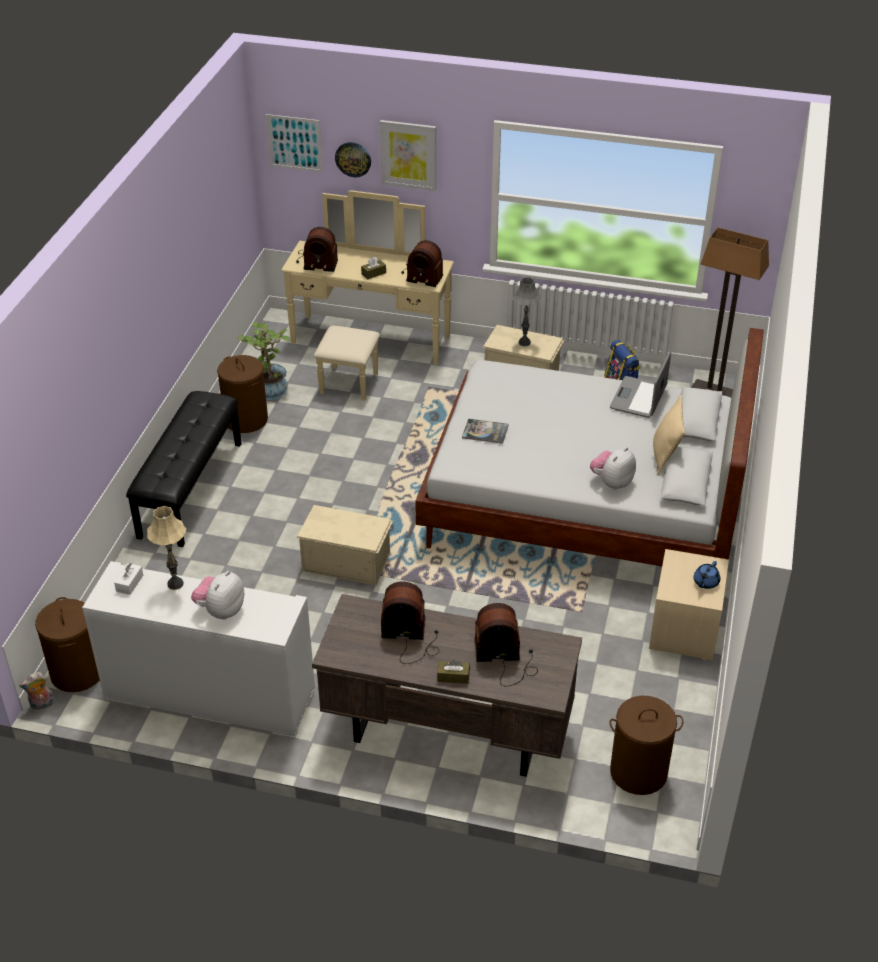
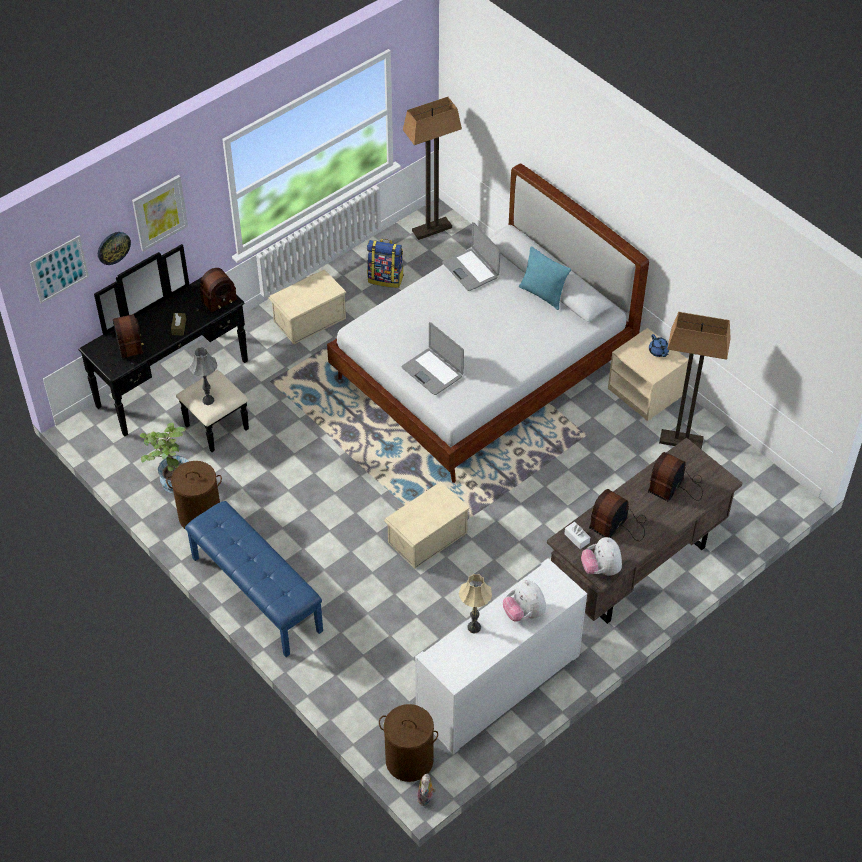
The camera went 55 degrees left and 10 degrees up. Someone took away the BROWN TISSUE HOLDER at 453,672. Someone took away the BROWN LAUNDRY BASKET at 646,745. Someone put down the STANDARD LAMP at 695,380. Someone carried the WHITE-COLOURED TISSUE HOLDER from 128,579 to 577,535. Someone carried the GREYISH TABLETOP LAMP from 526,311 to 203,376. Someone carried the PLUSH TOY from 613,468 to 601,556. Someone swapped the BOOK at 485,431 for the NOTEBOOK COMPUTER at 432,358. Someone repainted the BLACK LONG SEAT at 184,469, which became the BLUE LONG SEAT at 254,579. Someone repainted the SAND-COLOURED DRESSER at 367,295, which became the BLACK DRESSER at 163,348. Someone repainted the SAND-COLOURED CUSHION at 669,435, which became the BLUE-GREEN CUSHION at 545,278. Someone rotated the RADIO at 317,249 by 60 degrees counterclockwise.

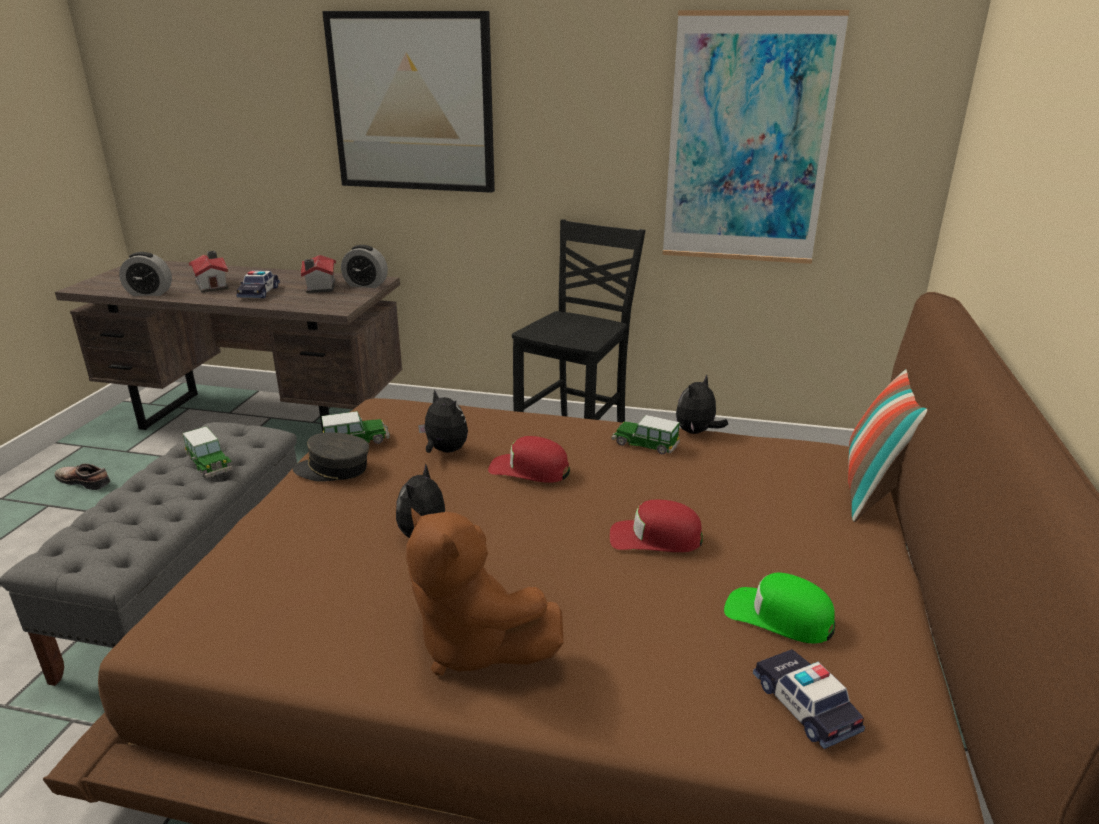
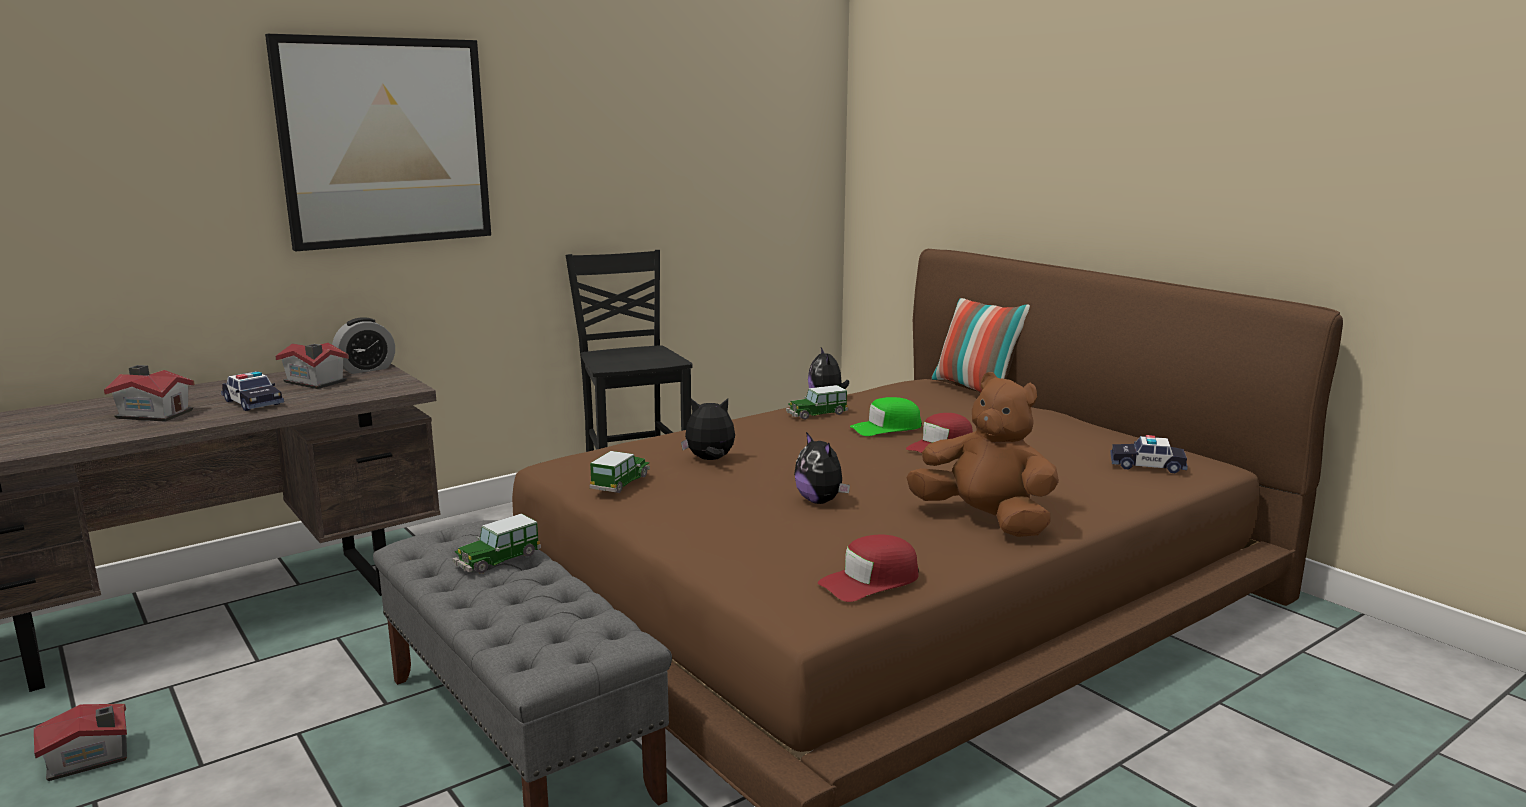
The camera went 50 degrees left and 10 degrees down. Someone took away the TABLE CLOCK at 145,274. Someone took away the GREYISH BASEBALL CAP at 331,457. Someone took away the PICTURE at 756,137. Someone carried the RED-COLOURED BASEBALL CAP from 529,459 to 868,568. Someone carried the GREEN BASEBALL CAP from 779,608 to 886,416. Someone swapped the LOW SHOE at 82,477 for the MINIATURE HOUSE at 80,742. Someone rotated the MODEL CAR at 207,452 by 135 degrees clockwise. Someone rotated the BROWN PLUSH TOY at 485,591 by 135 degrees counterclockwise.

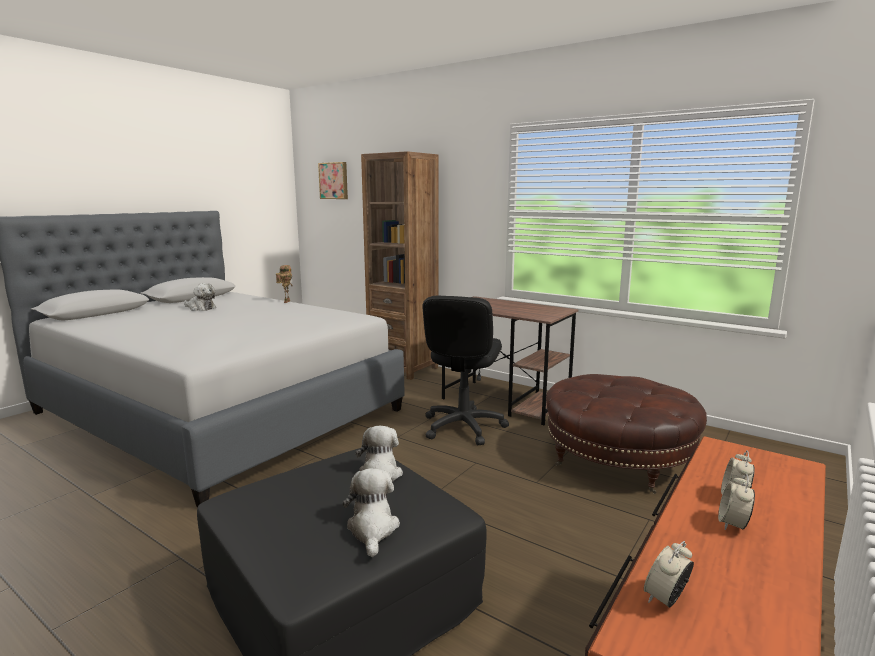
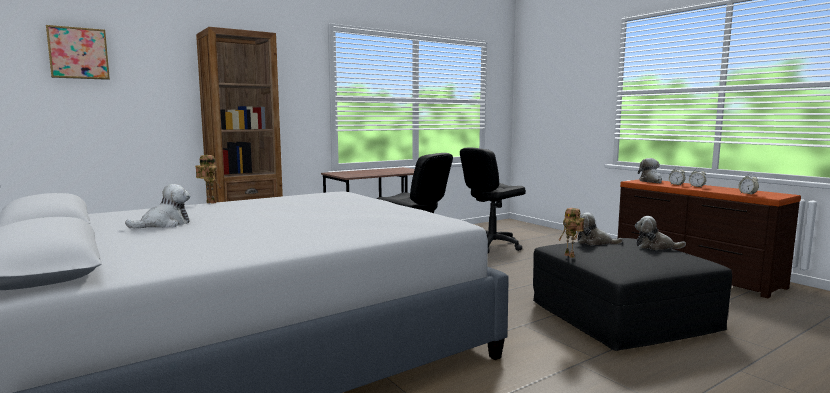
The camera went 70 degrees left and 5 degrees down. Someone put down the ROBOT FIGURE at 571,233. Someone put down the PLUSH TOY at 650,170. Someone swapped the BROWN FOOTREST at 626,434 for the BLACK COMPUTER CHAIR at 493,200.

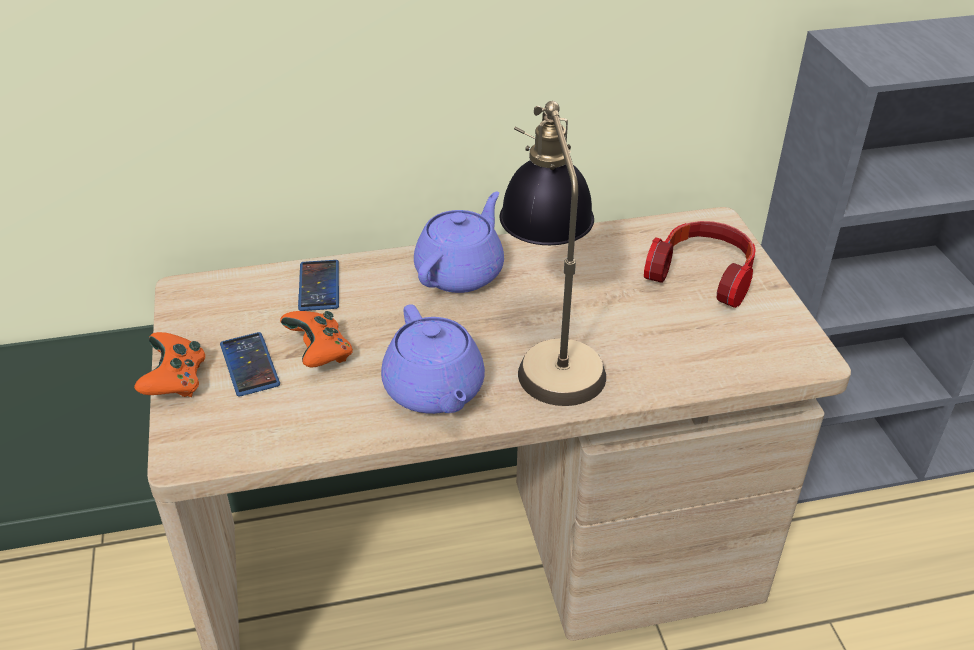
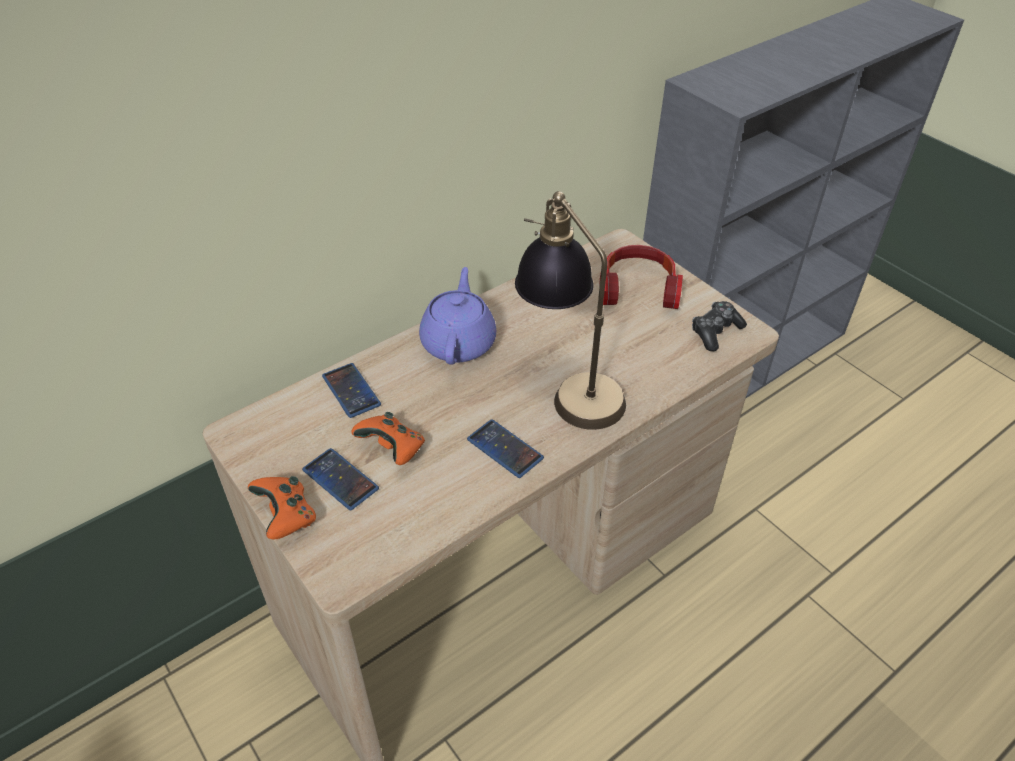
The camera went 25 degrees left and 5 degrees up. Someone put down the GAMEPAD at 719,326. Someone swapped the PURPLE POT FOR TEA at 433,359 for the PHONE at 505,448.

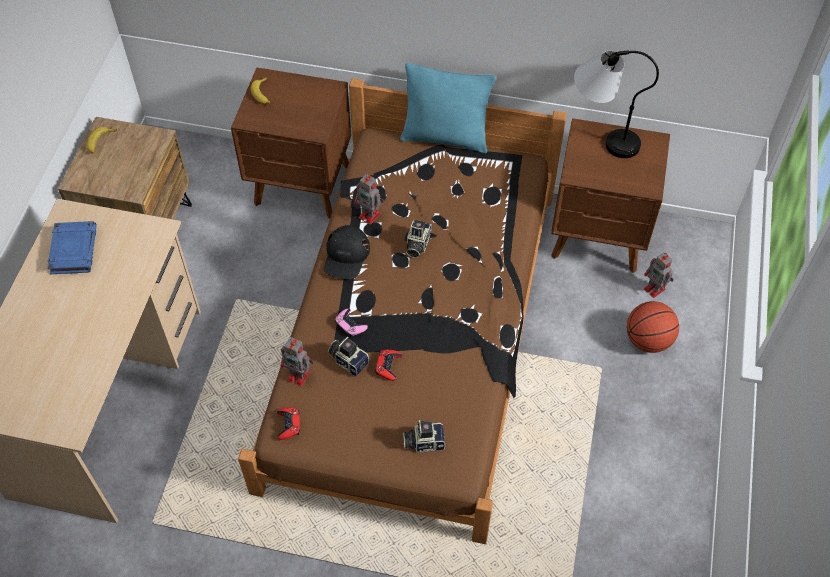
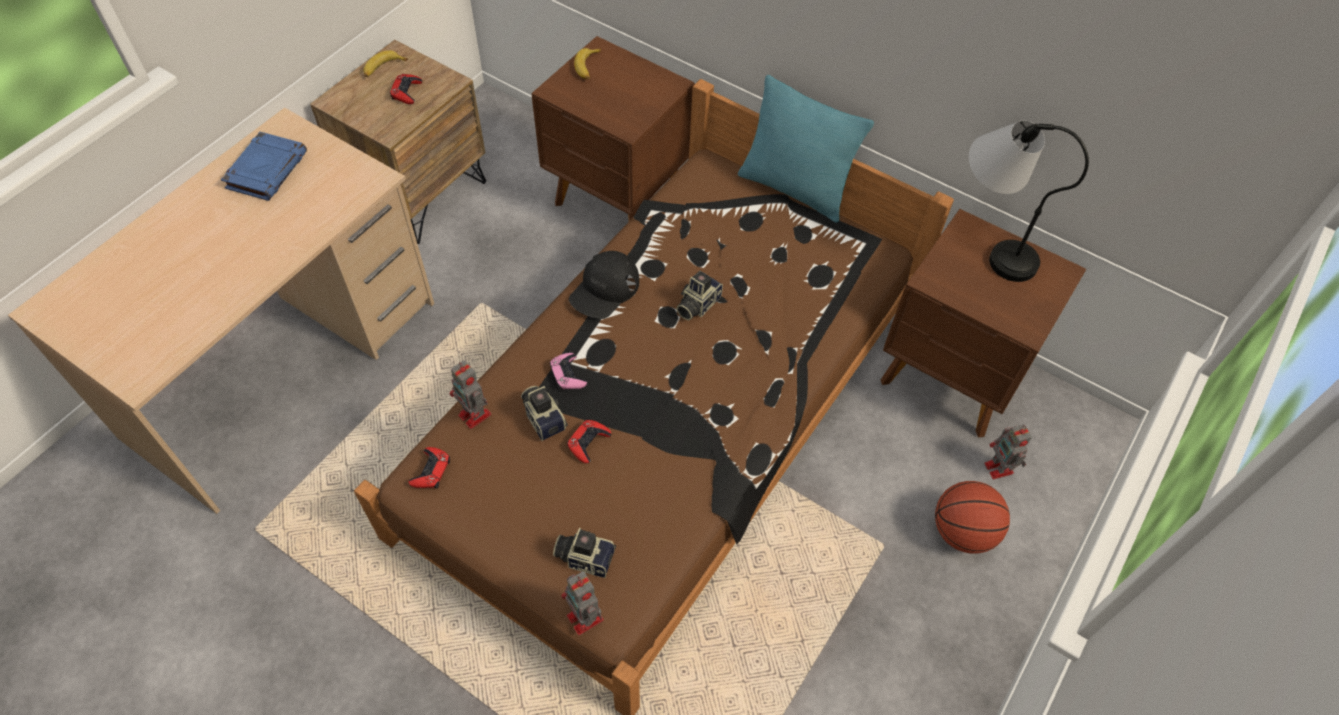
The camera went 20 degrees right and 0 degrees up. Someone put down the RED-COLOURED GAMEPAD at 406,89. Someone carried the ROBOT FIGURE from 369,199 to 582,603.

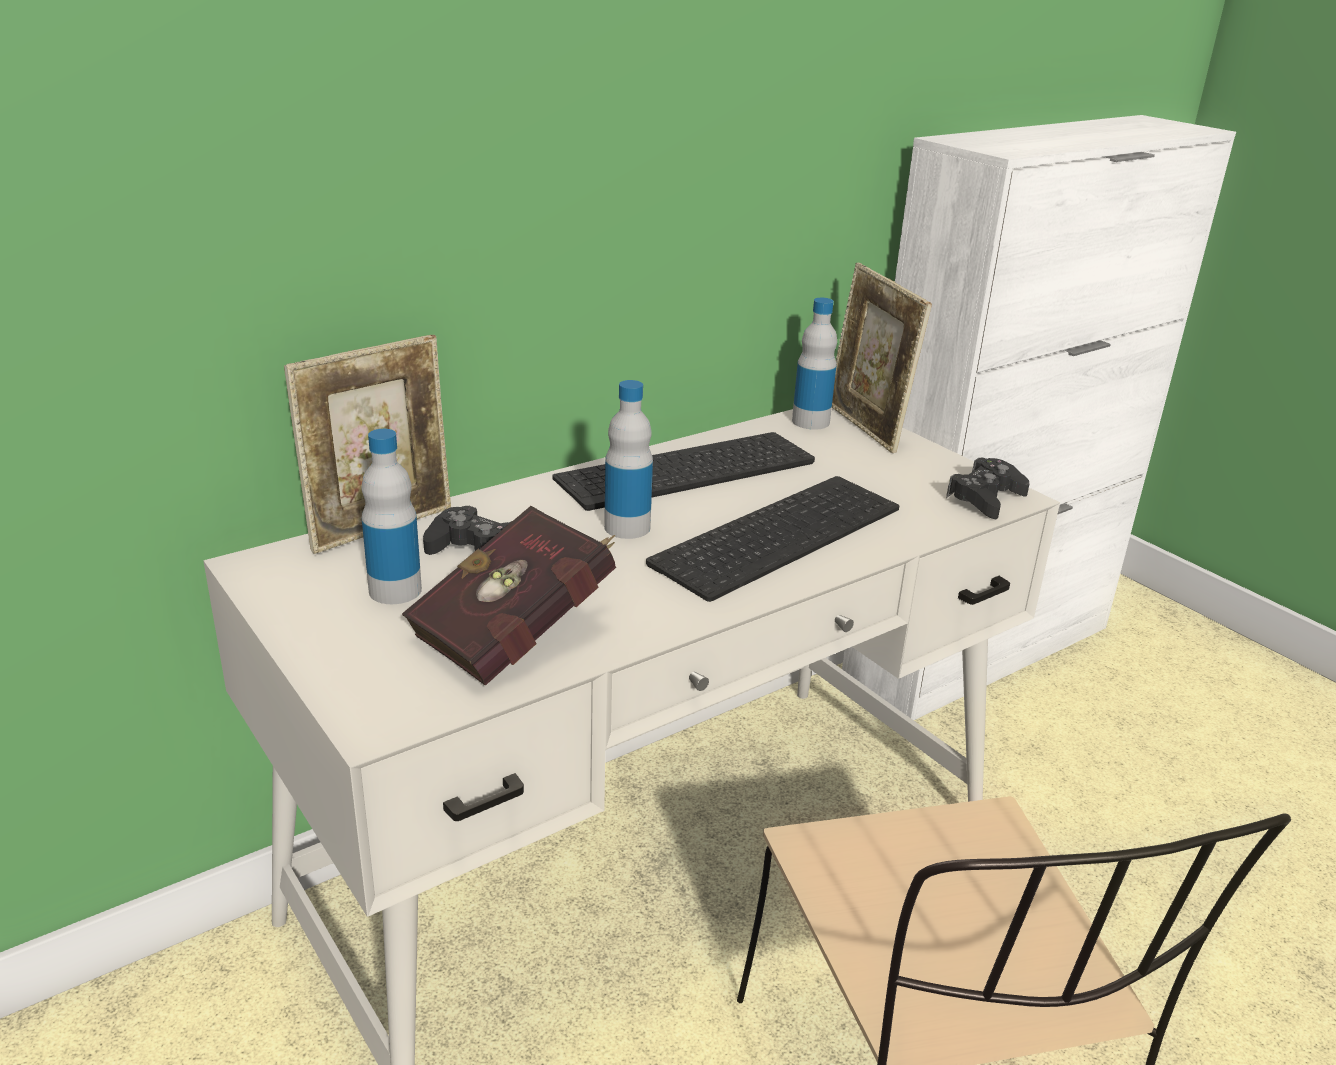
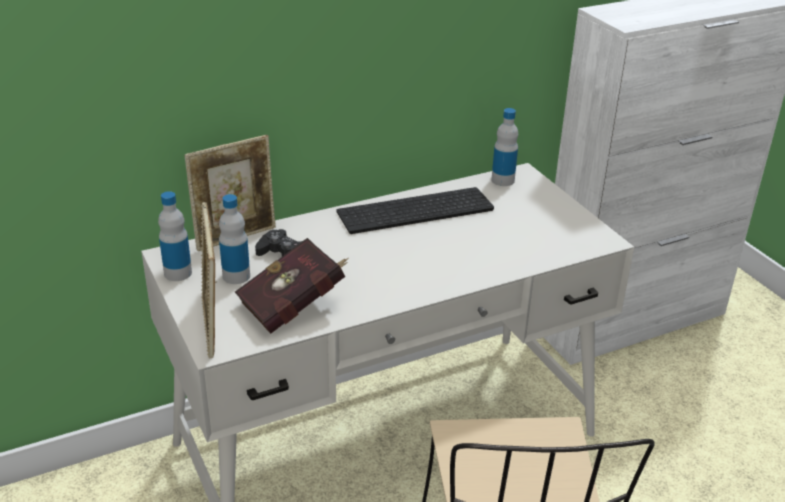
The camera went 10 degrees right and 5 degrees up. Someone took away the COMPUTER KEYBOARD at 772,539. Someone took away the BLACK GAMEPAD at 988,488. Someone carried the DRINK BOTTLE from 628,459 to 175,236. Someone carried the PHOTO FRAME from 882,358 to 209,280.

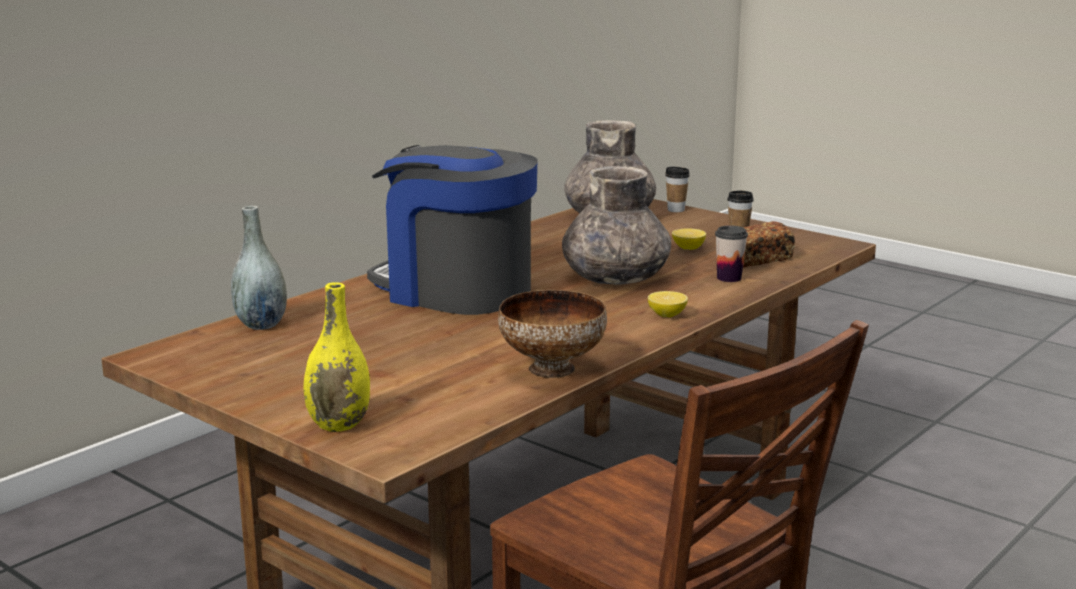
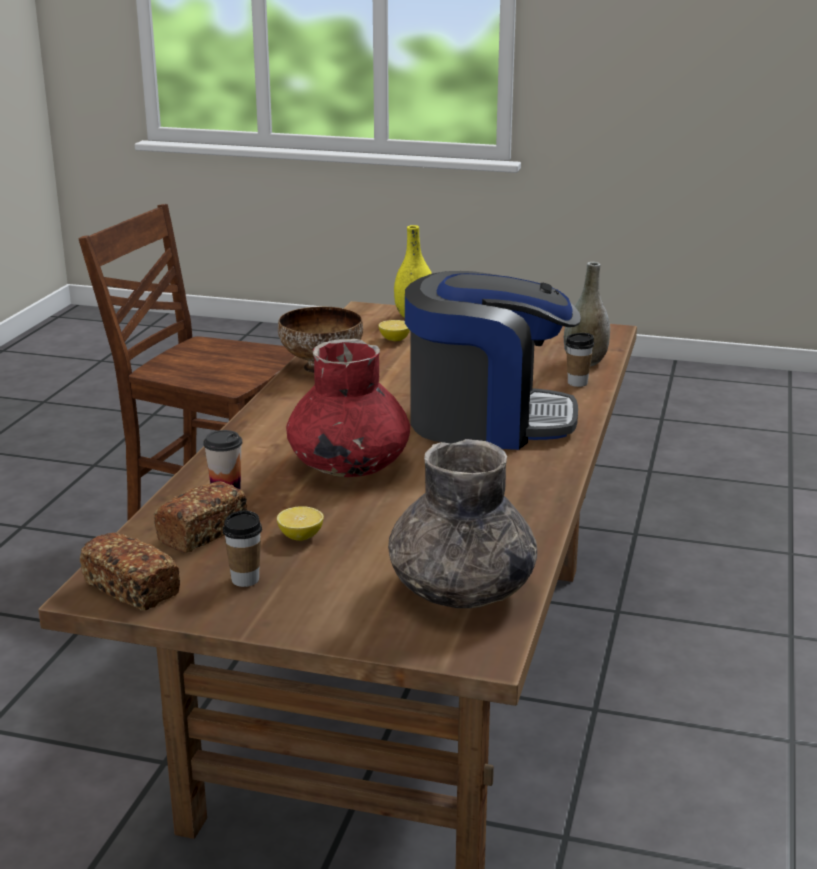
The camera went 155 degrees right and 5 degrees up. Someone put down the BAKERY BREAD at 130,572. Someone carried the WHOLE LEMON from 668,304 to 394,330. Someone carried the DRINKING CUP from 677,189 to 580,360. Someone repainted the GREYISH VASE at 616,225, which became the RED-COLOURED VASE at 348,407.

